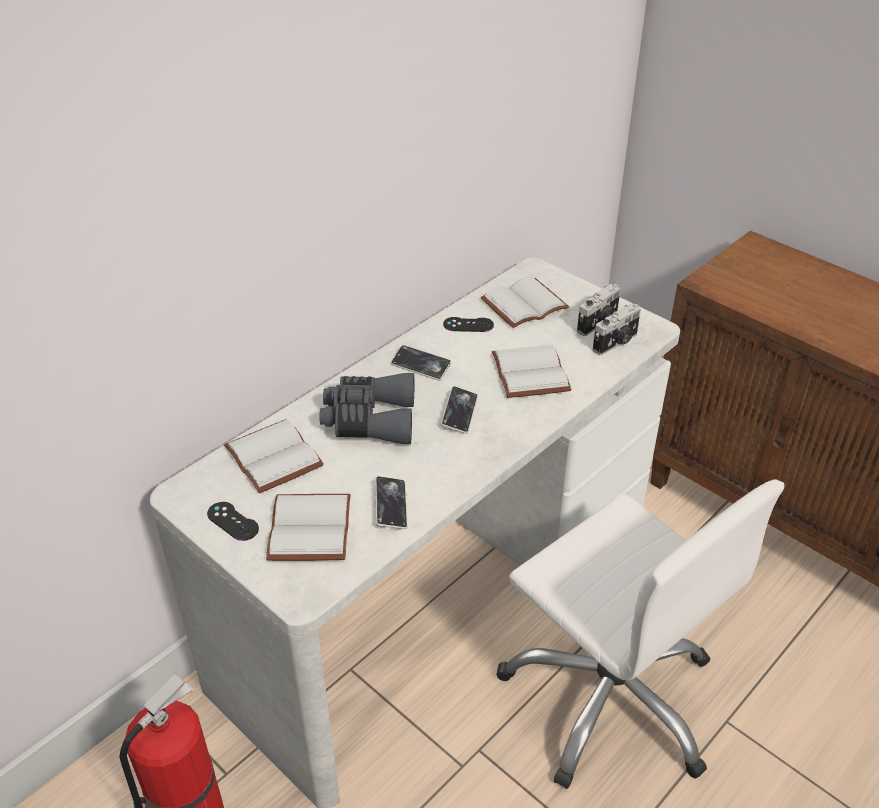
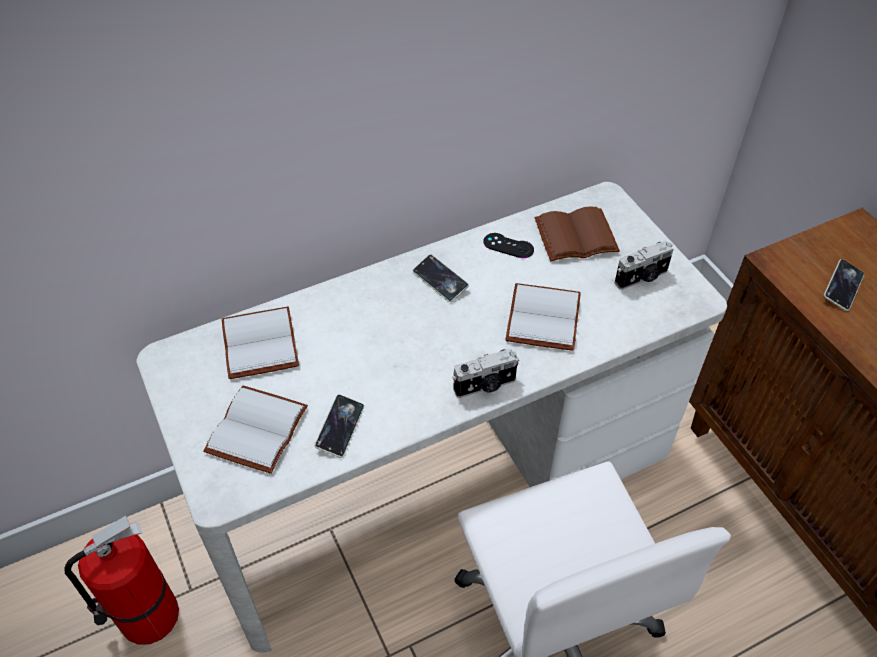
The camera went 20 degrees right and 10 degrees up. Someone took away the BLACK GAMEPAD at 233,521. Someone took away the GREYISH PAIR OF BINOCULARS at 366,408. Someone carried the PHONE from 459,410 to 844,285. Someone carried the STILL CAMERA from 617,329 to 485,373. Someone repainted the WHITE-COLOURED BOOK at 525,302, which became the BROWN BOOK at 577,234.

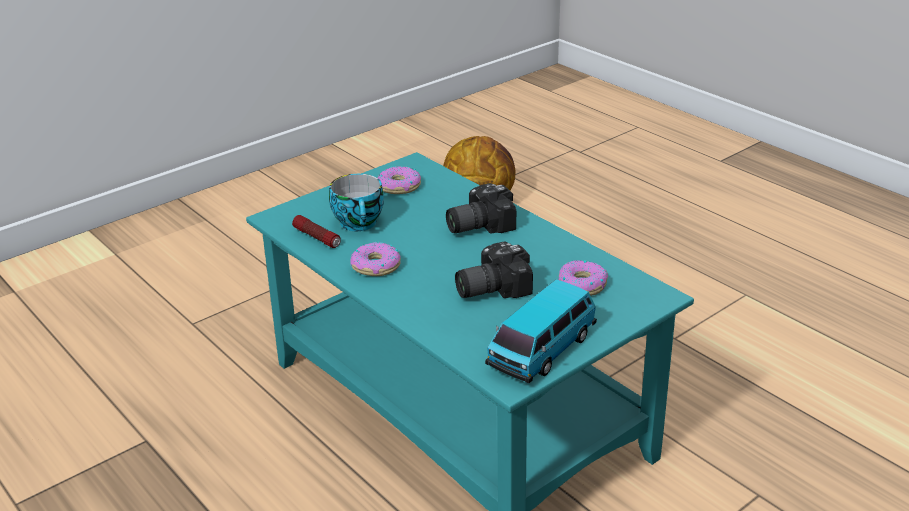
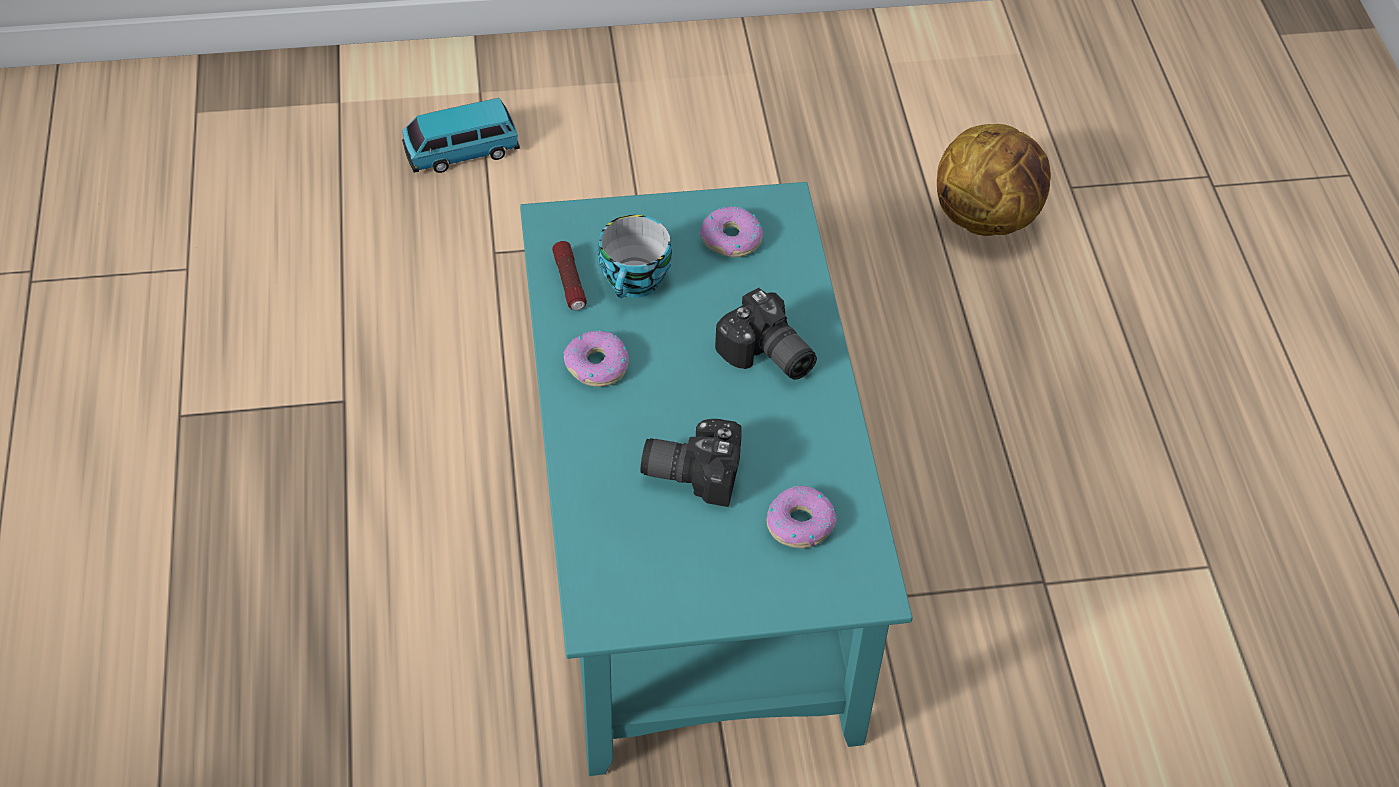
The camera went 30 degrees right and 20 degrees up. Someone carried the MODEL CAR from 541,331 to 461,135. Someone rotated the STILL CAMERA at 481,208 by 135 degrees counterclockwise.

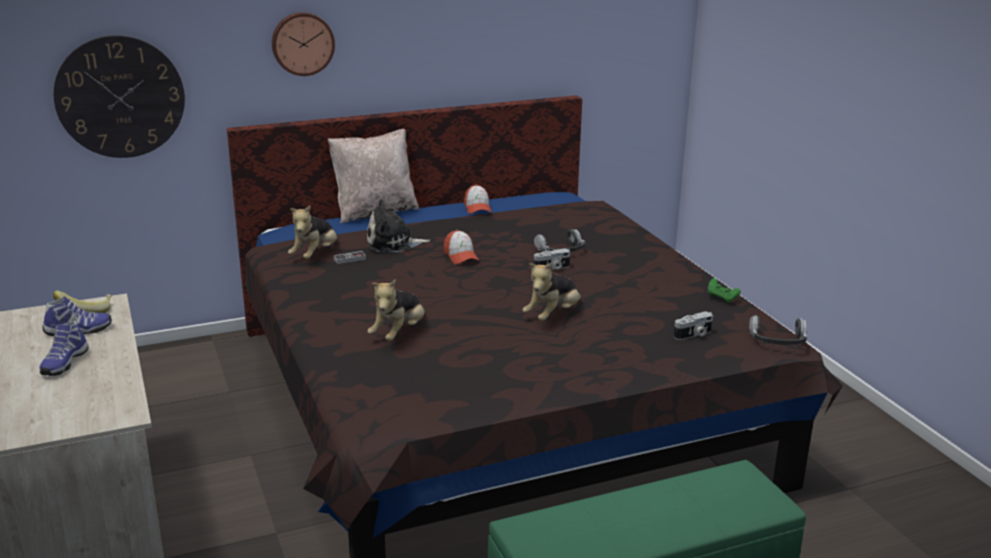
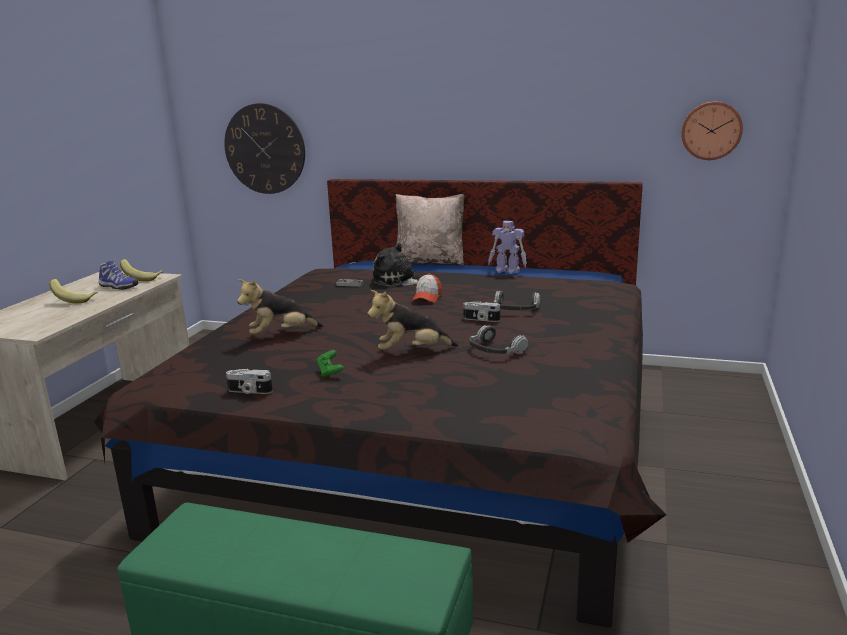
The camera went 40 degrees right and 5 degrees down. Someone took away the PLUSH TOY at 313,232. Someone carried the HANGING CLOCK from 303,44 to 712,130. Someone carried the STILL CAMERA from 693,325 to 249,381. Someone carried the GREEN GAMEPAD from 724,290 to 330,364. Someone carried the HEADPHONES from 778,330 to 498,339. Someone swapped the LOW SHOE at 64,348 for the BANANA FRUIT at 74,291. Someone swapped the BASEBALL CAP at 478,199 for the ROBOT FIGURE at 507,247.

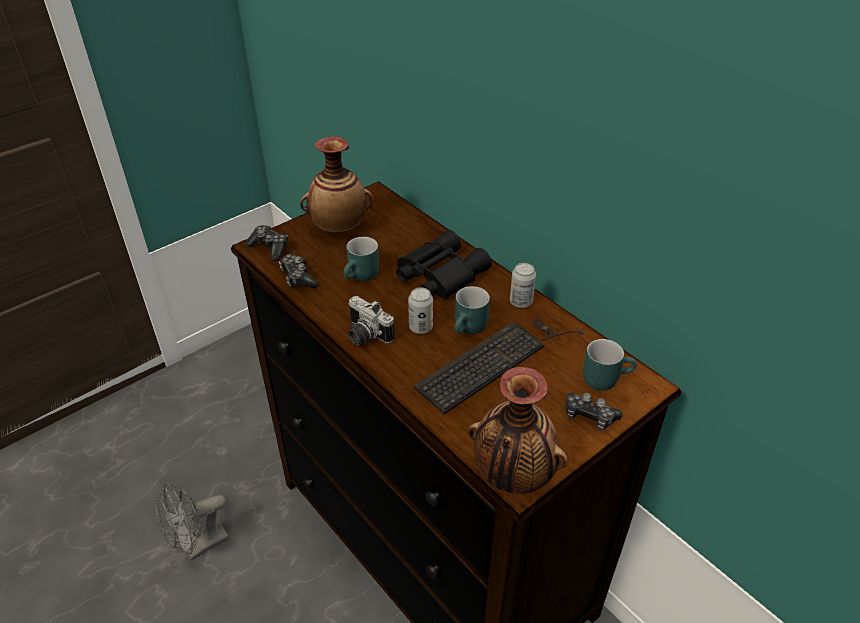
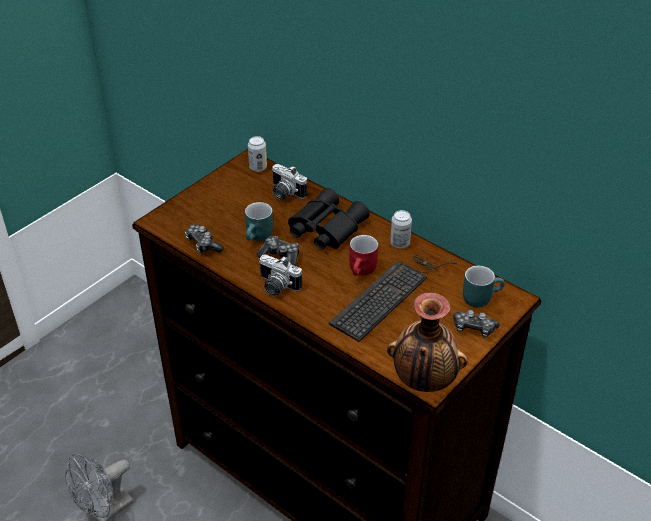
The camera went 10 degrees left and 0 degrees up. Someone took away the VASE at 336,184. Someone put down the STILL CAMERA at 289,182. Someone carried the GAMEPAD from 267,243 to 278,251. Someone carried the CAN from 420,311 to 257,154. Someone repainted the BLUE-GREEN COFFEE MUG at 472,310, which became the RED-COLOURED COFFEE MUG at 363,255.

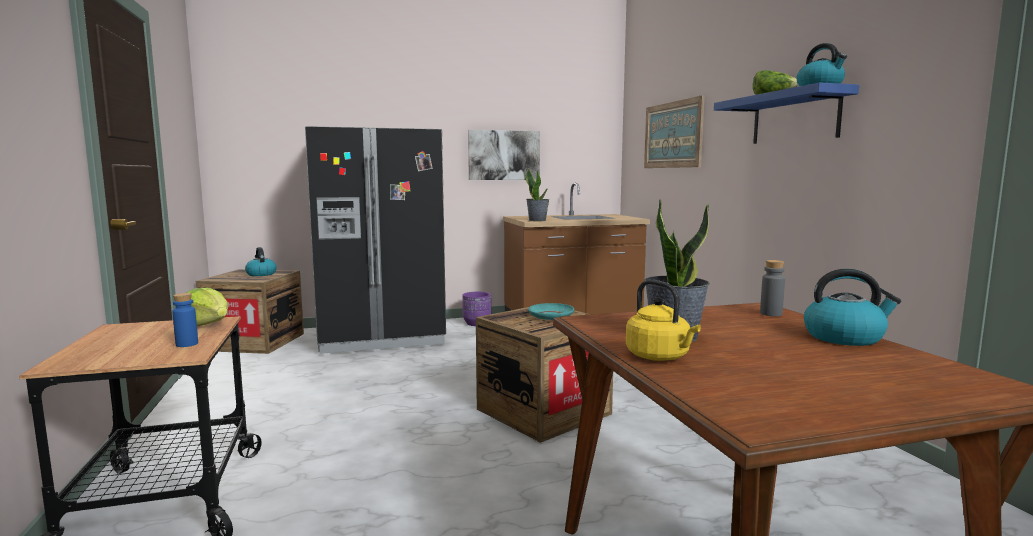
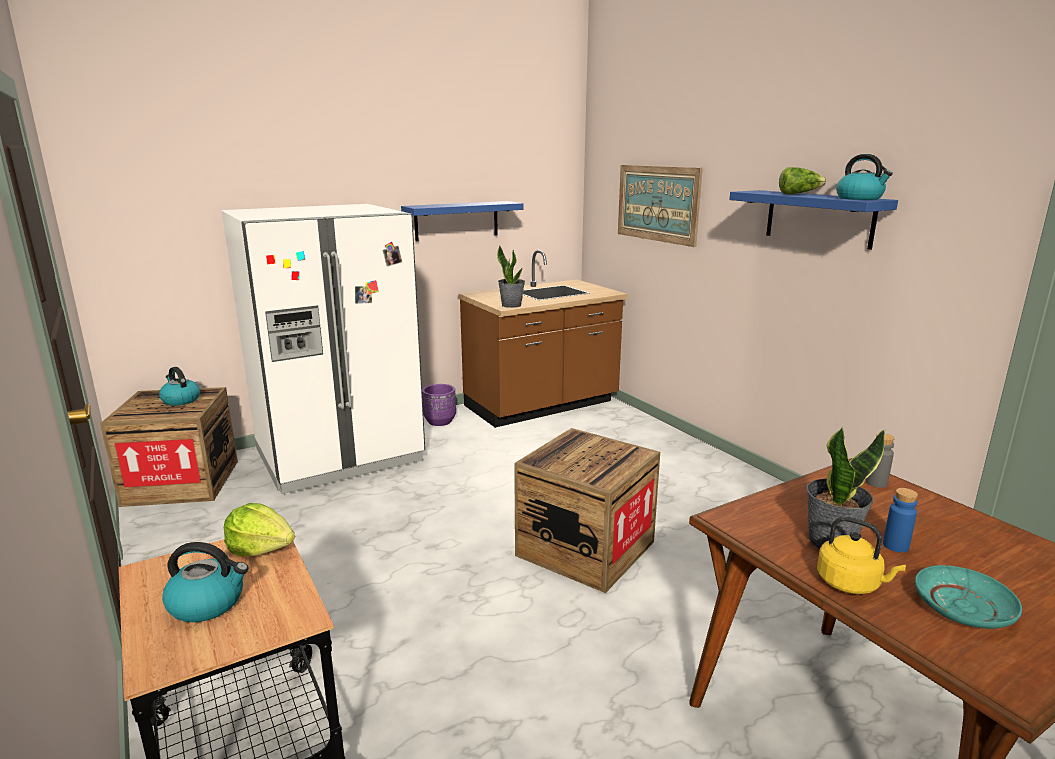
The camera went 15 degrees left and 10 degrees up. Someone carried the BLUE DRINK BOTTLE from 185,320 to 900,520. Someone carried the BLUE-GREEN PLATE from 551,311 to 968,597. Someone carried the TEA KETTLE from 852,307 to 205,582. Someone swapped the PICTURE at 504,155 for the BLUE BRACKET SHELF at 462,221. Someone repainted the BLACK REFRIGERATOR at 375,240, which became the WHITE-COLOURED REFRIGERATOR at 323,349.

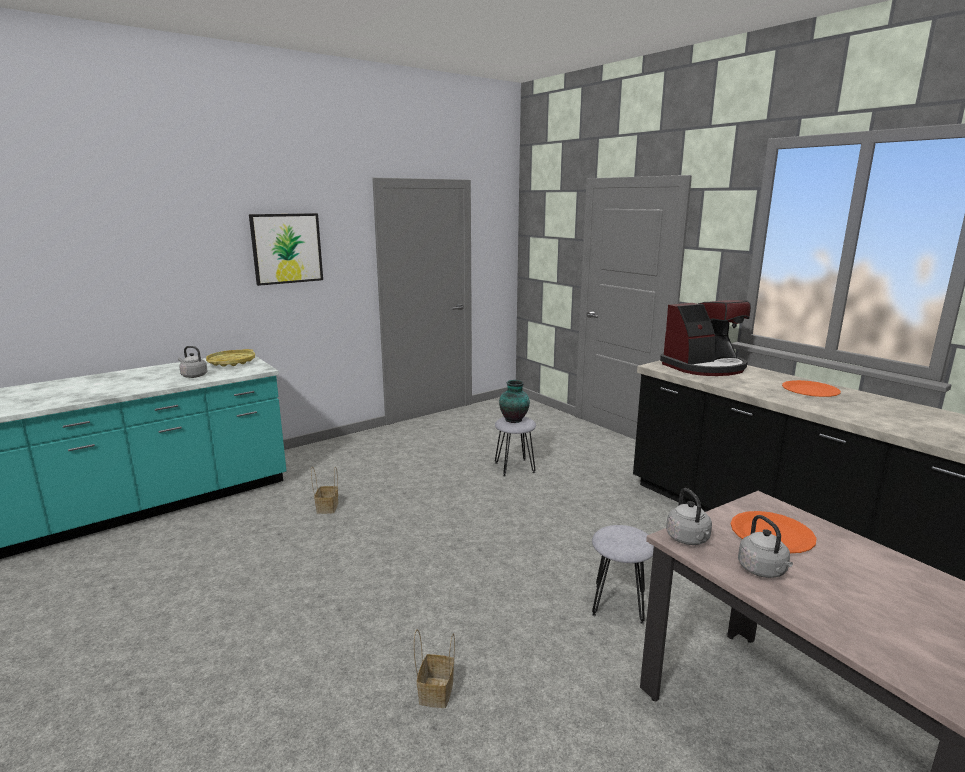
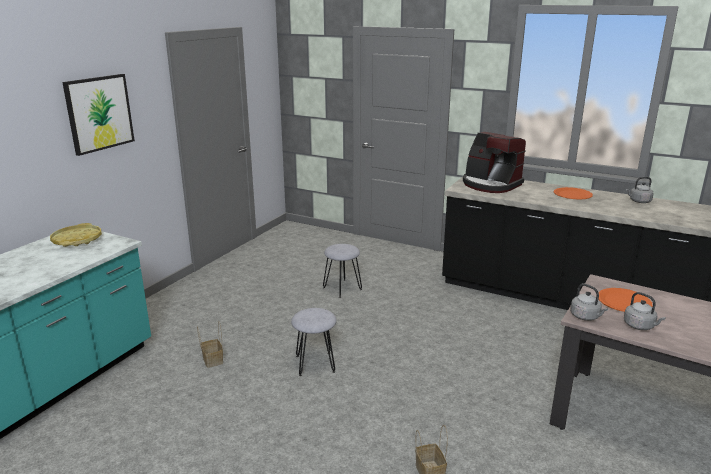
The camera went 25 degrees left and 5 degrees up. Someone took away the VASE at 514,401. Someone carried the GREYISH TEA KETTLE from 192,362 to 640,190. Someone carried the GREYISH STOOL SEAT from 623,574 to 314,342. Someone rotated the COFFEE MACHINE at 705,338 by 90 degrees clockwise.

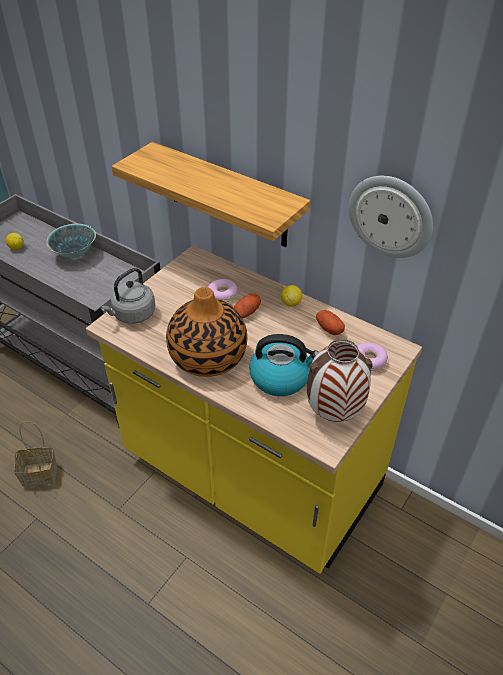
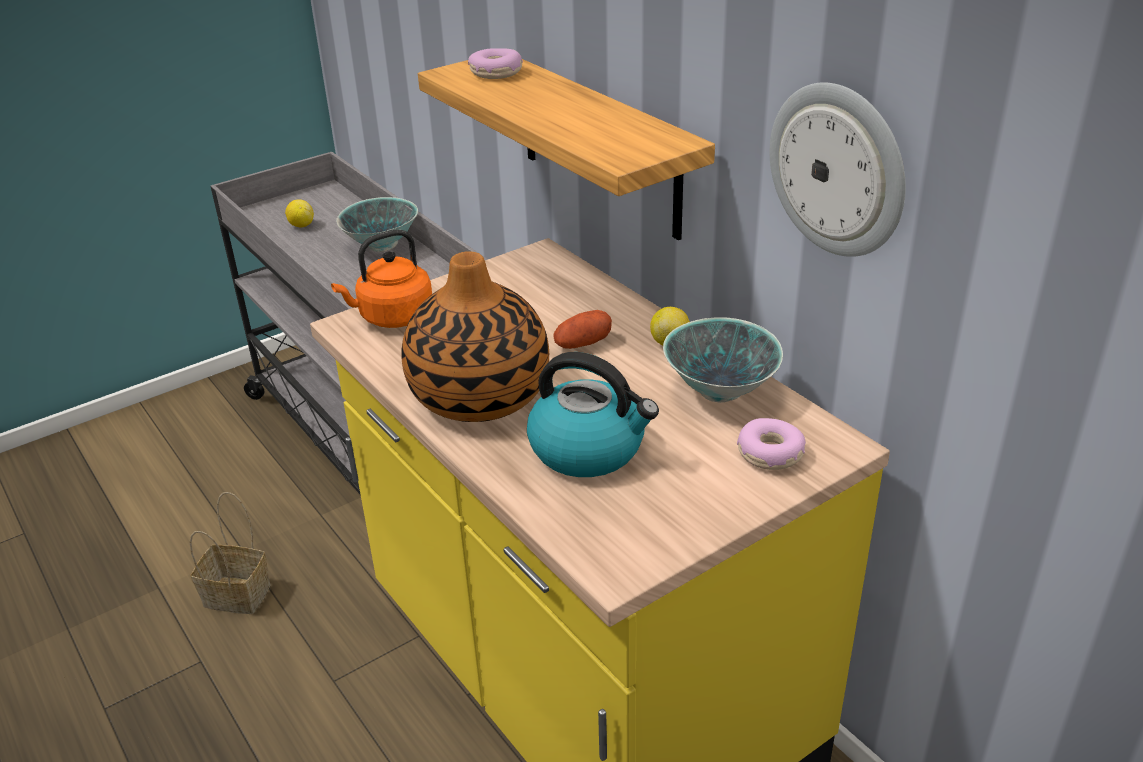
The camera went 20 degrees right and 10 degrees down. Someone took away the VASE at 340,380. Someone carried the RING DOUGHNUT from 223,290 to 495,63. Someone swapped the SPUD at 330,322 for the BOWL at 723,359. Someone repainted the GREYISH TEA KETTLE at 127,296, which became the ORANGEY TEA KETTLE at 381,278.

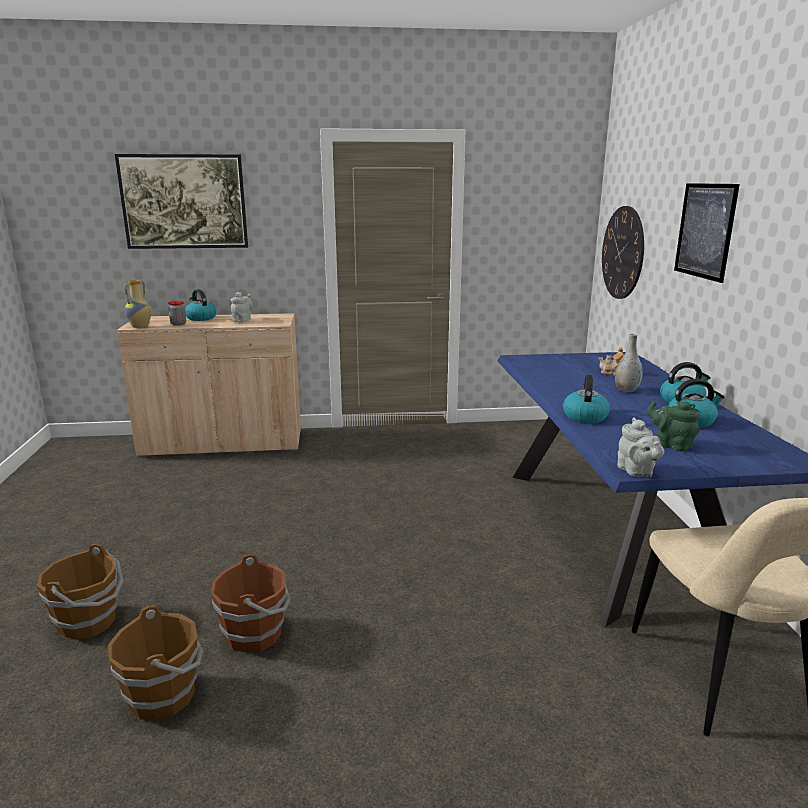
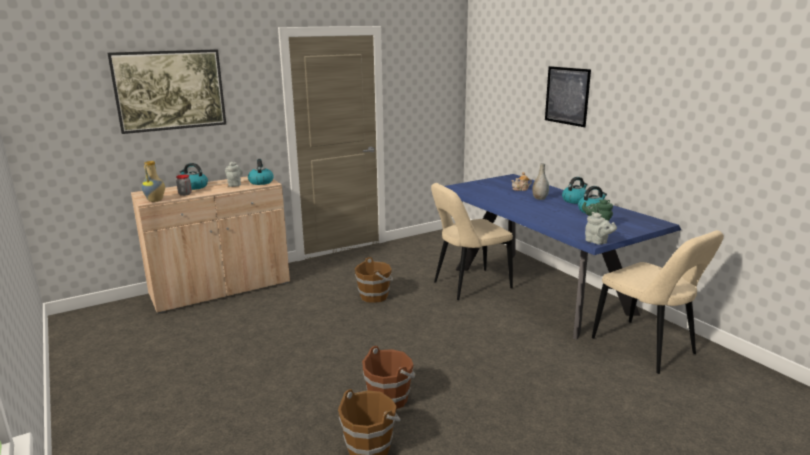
The camera went 25 degrees left and 0 degrees up. Someone took away the HANGING CLOCK at 623,252. Someone put down the SAND-COLOURED PLAIN CHAIR at 472,241. Someone carried the BROWN WATER BUCKET from 79,592 to 374,280. Someone carried the TEA KETTLE from 586,399 to 261,172.

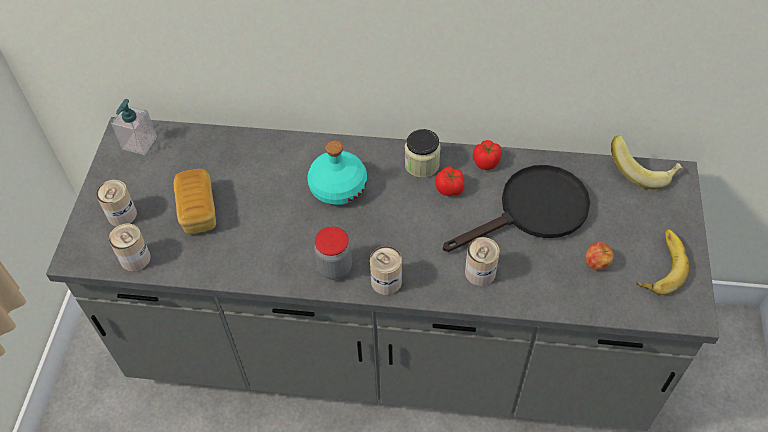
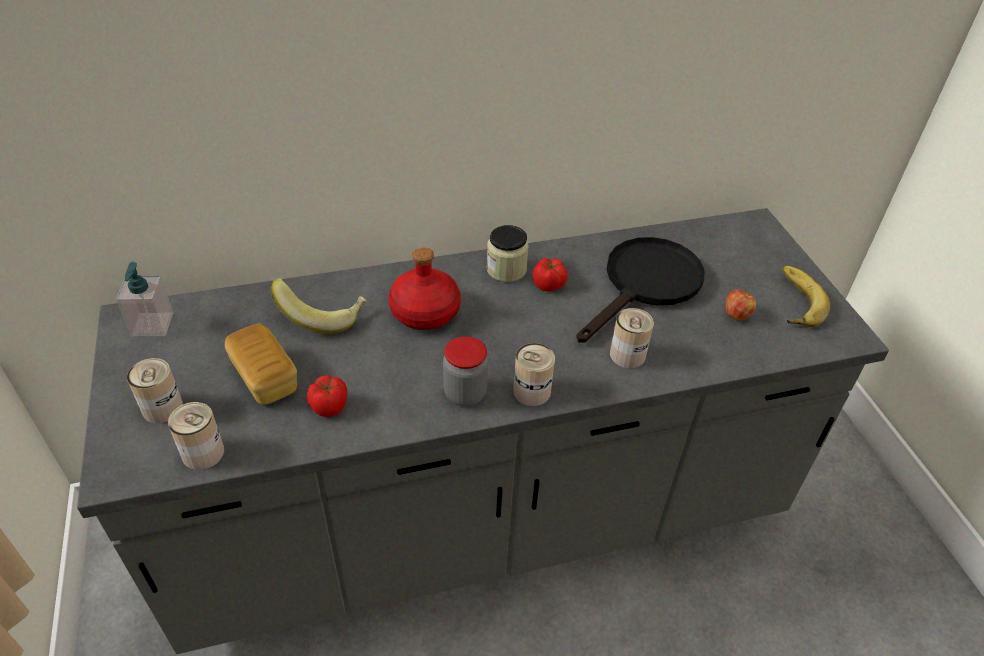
The camera went 25 degrees left and 10 degrees down. Someone carried the WHOLE TOMATO from 487,155 to 327,396. Someone carried the BANANA FRUIT from 646,162 to 319,306. Someone repainted the BLUE-GREEN DRINK BOTTLE at 337,172, which became the RED-COLOURED DRINK BOTTLE at 425,288.

